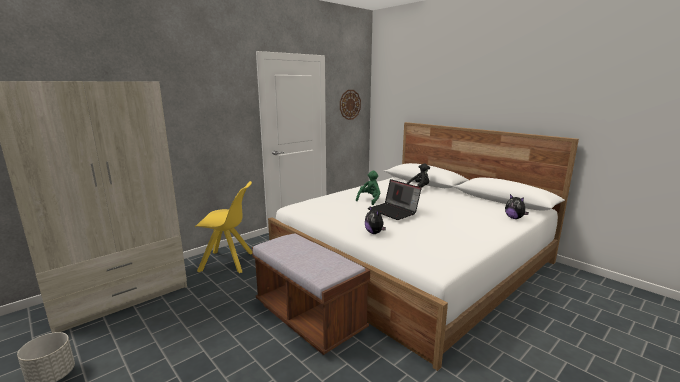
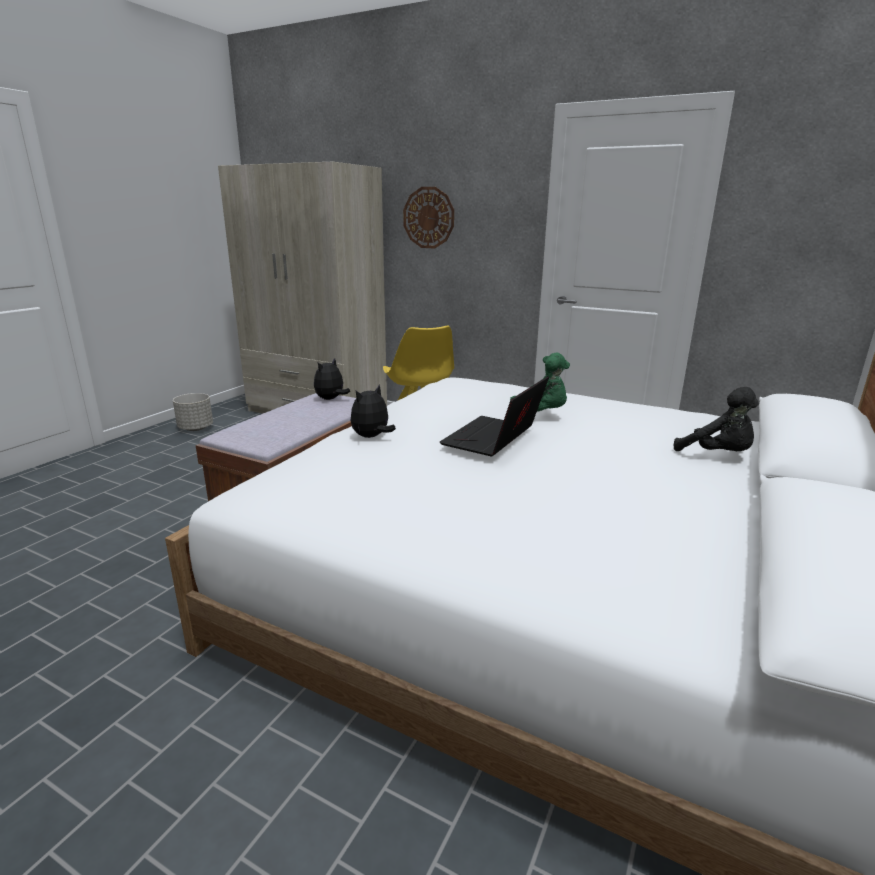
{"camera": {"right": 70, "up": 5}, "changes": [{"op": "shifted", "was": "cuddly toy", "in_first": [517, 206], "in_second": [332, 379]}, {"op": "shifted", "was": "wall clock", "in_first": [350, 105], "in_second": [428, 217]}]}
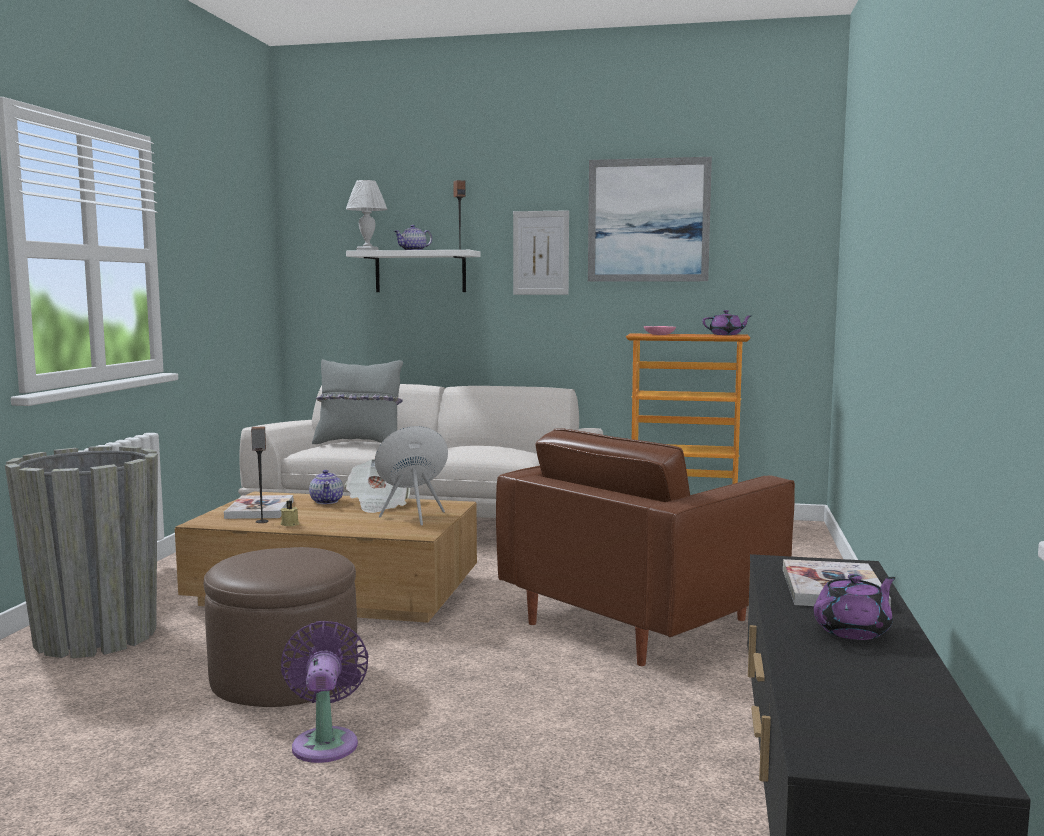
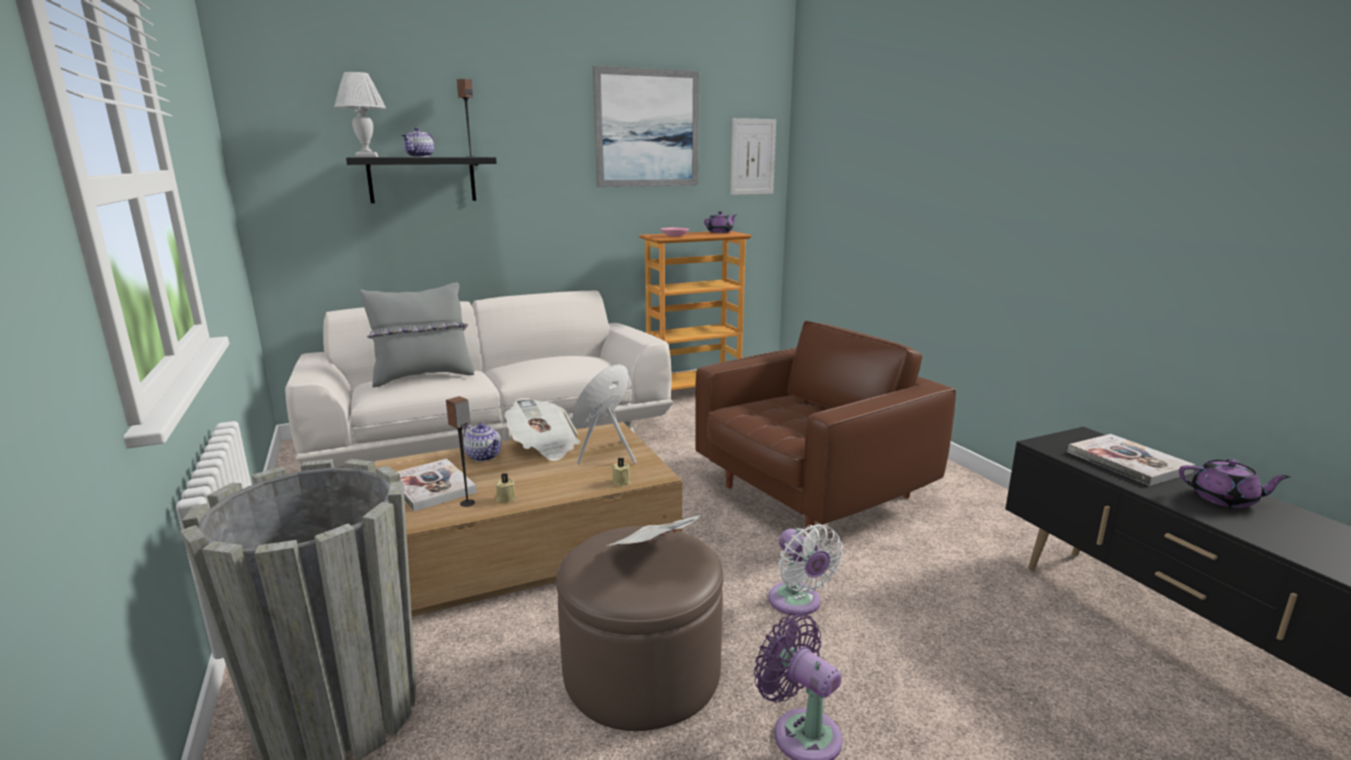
{"camera": {"right": -35, "up": 10}, "changes": [{"op": "repainted", "was": "white wall shelf", "now": "blackish wall shelf", "in_first": [413, 271], "in_second": [421, 180]}, {"op": "new", "now": "newspaper", "in_second": [658, 529]}, {"op": "new", "now": "beige-coloured wax candle", "in_second": [621, 472]}, {"op": "rotated", "was": "brown-coloured easy chair", "in_first": [645, 547], "in_second": [825, 428], "clockwise": -135}, {"op": "shifted", "was": "wall picture", "in_first": [541, 252], "in_second": [753, 156]}, {"op": "new", "now": "white electric fan", "in_second": [806, 570]}, {"op": "rotated", "was": "purplish pot for tea", "in_first": [854, 607], "in_second": [1235, 483], "clockwise": 90}]}
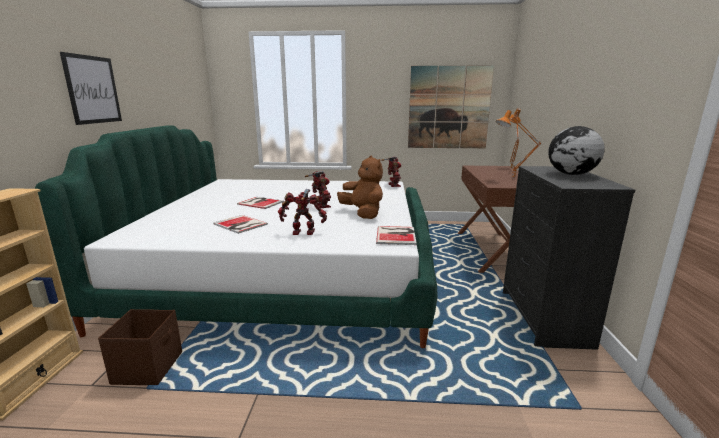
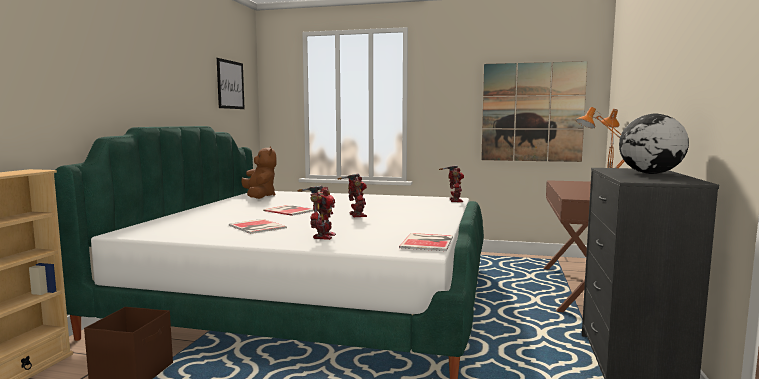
{"camera": {"right": 10, "up": -10}, "changes": [{"op": "shifted", "was": "wall picture", "in_first": [91, 88], "in_second": [231, 83]}, {"op": "shifted", "was": "brown-coloured cuddly toy", "in_first": [360, 187], "in_second": [259, 172]}, {"op": "rotated", "was": "robot figure", "in_first": [302, 212], "in_second": [316, 212], "clockwise": 90}]}
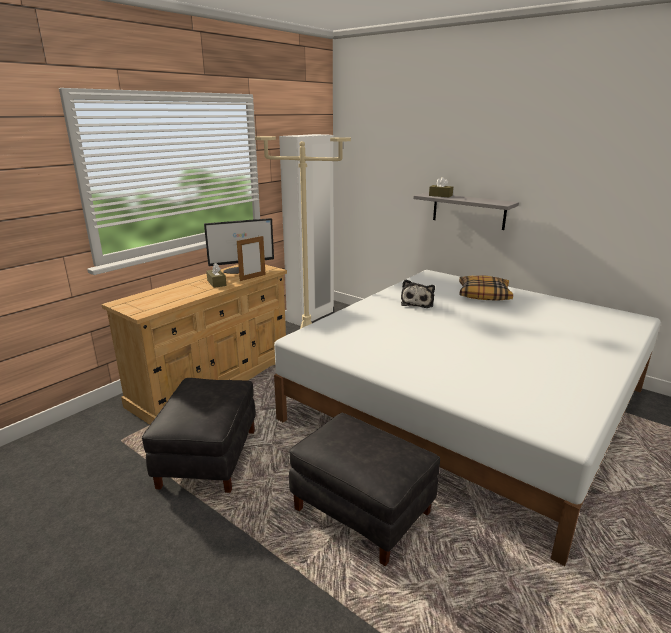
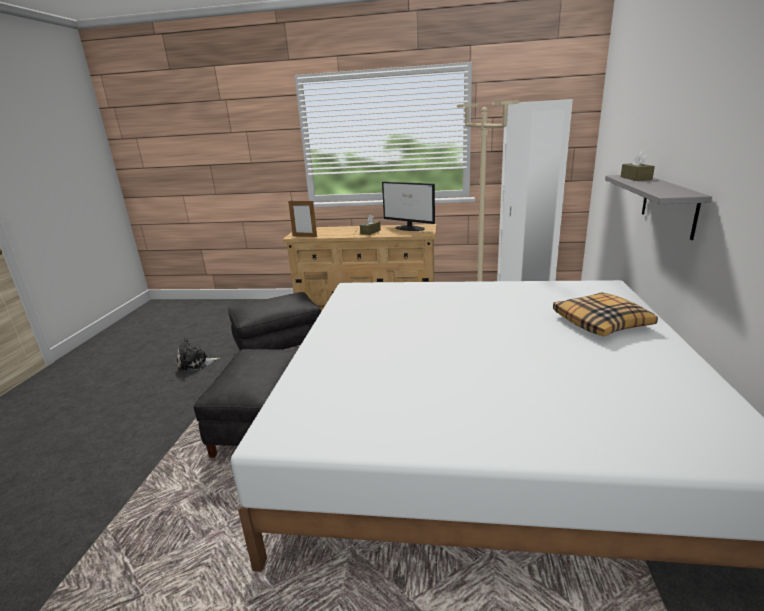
{"camera": {"right": 60, "up": 0}, "changes": [{"op": "shifted", "was": "cuddly toy", "in_first": [418, 293], "in_second": [198, 354]}, {"op": "shifted", "was": "picture frame", "in_first": [251, 258], "in_second": [302, 219]}]}
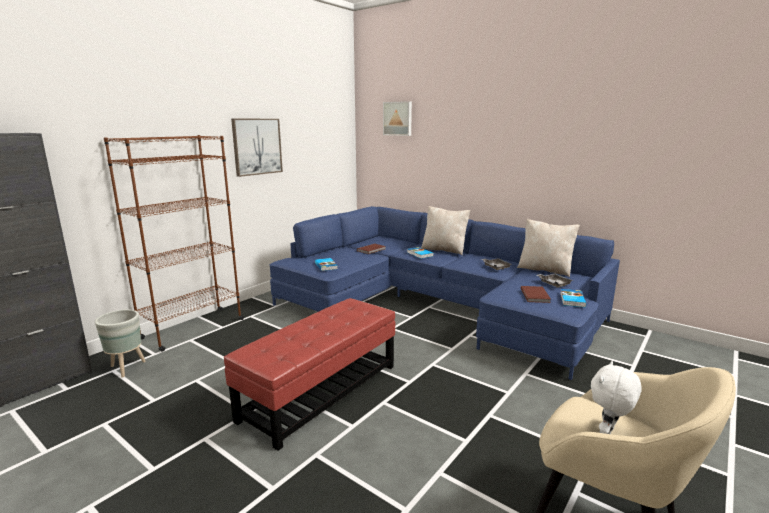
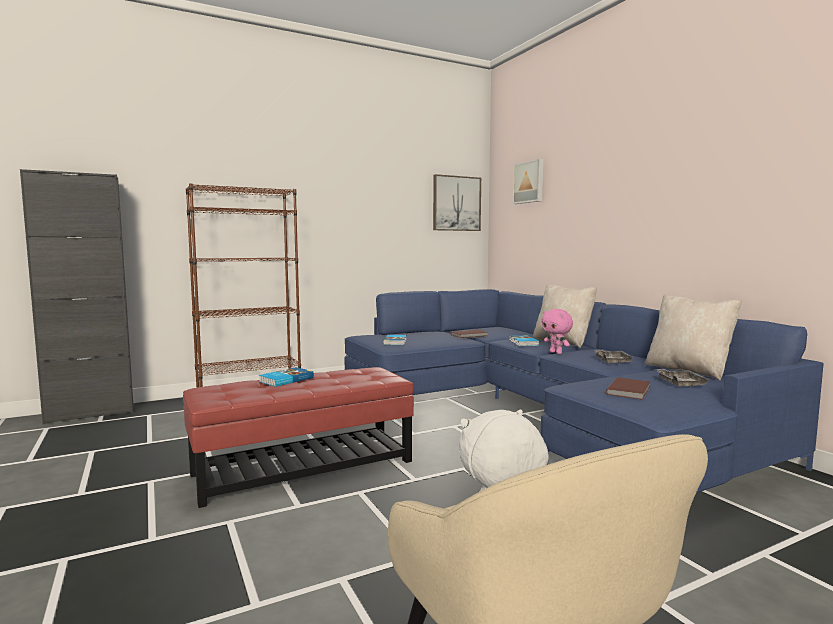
{"camera": {"right": 25, "up": -10}, "changes": [{"op": "shifted", "was": "volume", "in_first": [573, 298], "in_second": [286, 377]}, {"op": "shifted", "was": "wall picture", "in_first": [257, 148], "in_second": [457, 202]}, {"op": "new", "now": "pinkish cuddly toy", "in_second": [557, 331]}, {"op": "gone", "was": "greyish flower pot", "in_first": [120, 344]}]}
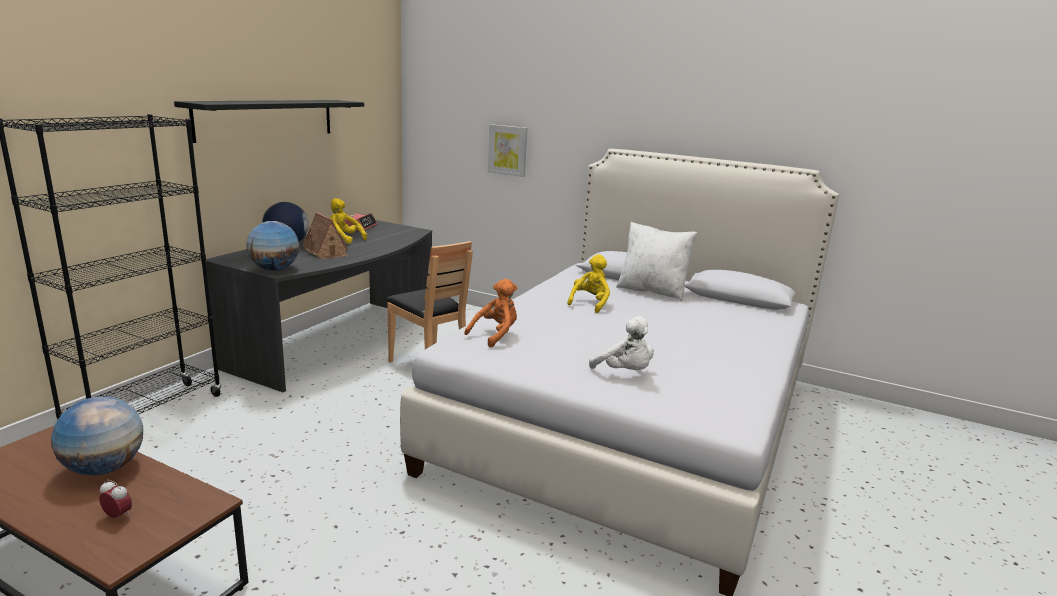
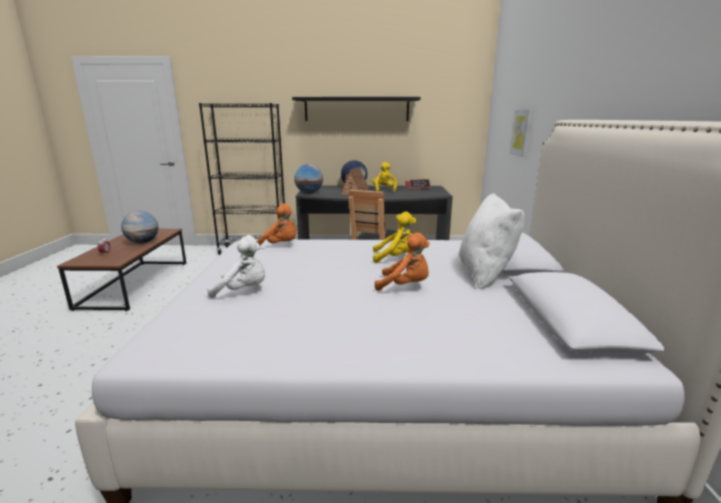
{"camera": {"right": 65, "up": 0}, "changes": [{"op": "rotated", "was": "white cuddly toy", "in_first": [621, 343], "in_second": [236, 266], "clockwise": -105}, {"op": "new", "now": "orange cuddly toy", "in_second": [402, 261]}]}
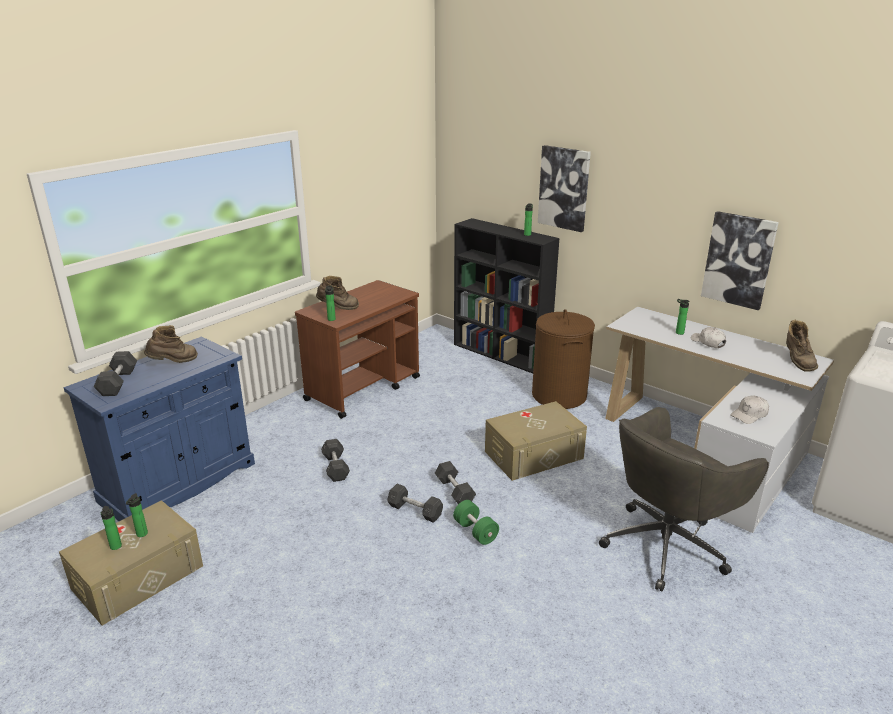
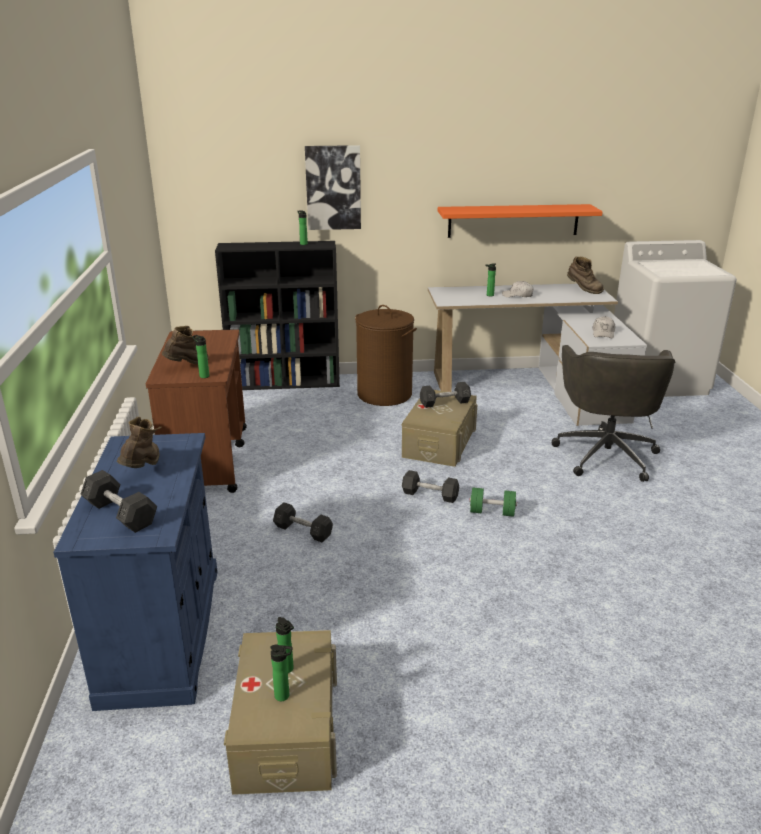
{"camera": {"right": -45, "up": 0}, "changes": [{"op": "shifted", "was": "greyish hand weight", "in_first": [415, 503], "in_second": [445, 395]}, {"op": "swapped", "was": "wall picture", "now": "orange wall shelf", "in_first": [740, 260], "in_second": [520, 221]}]}
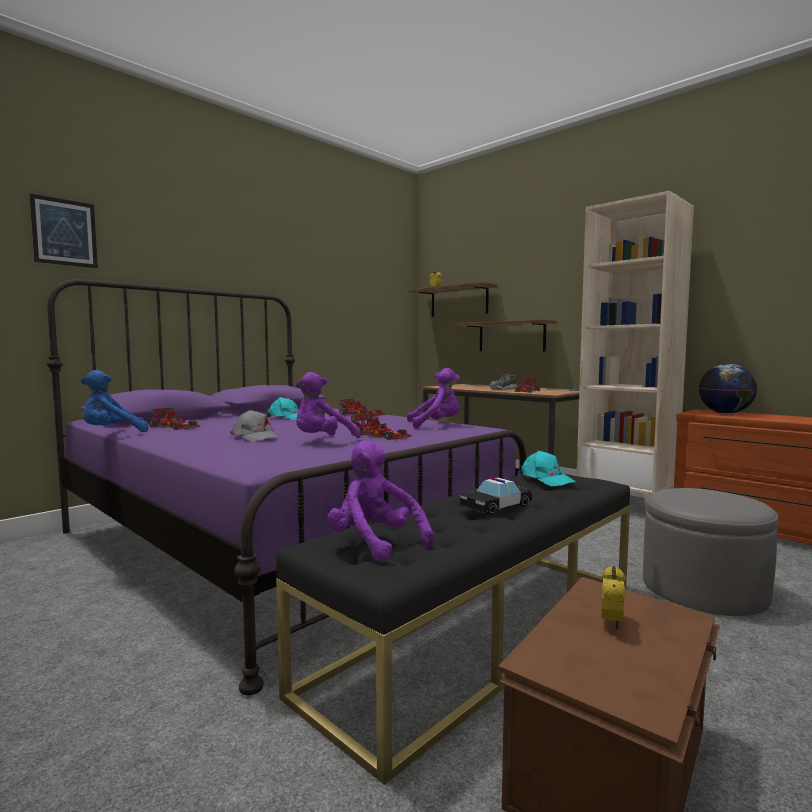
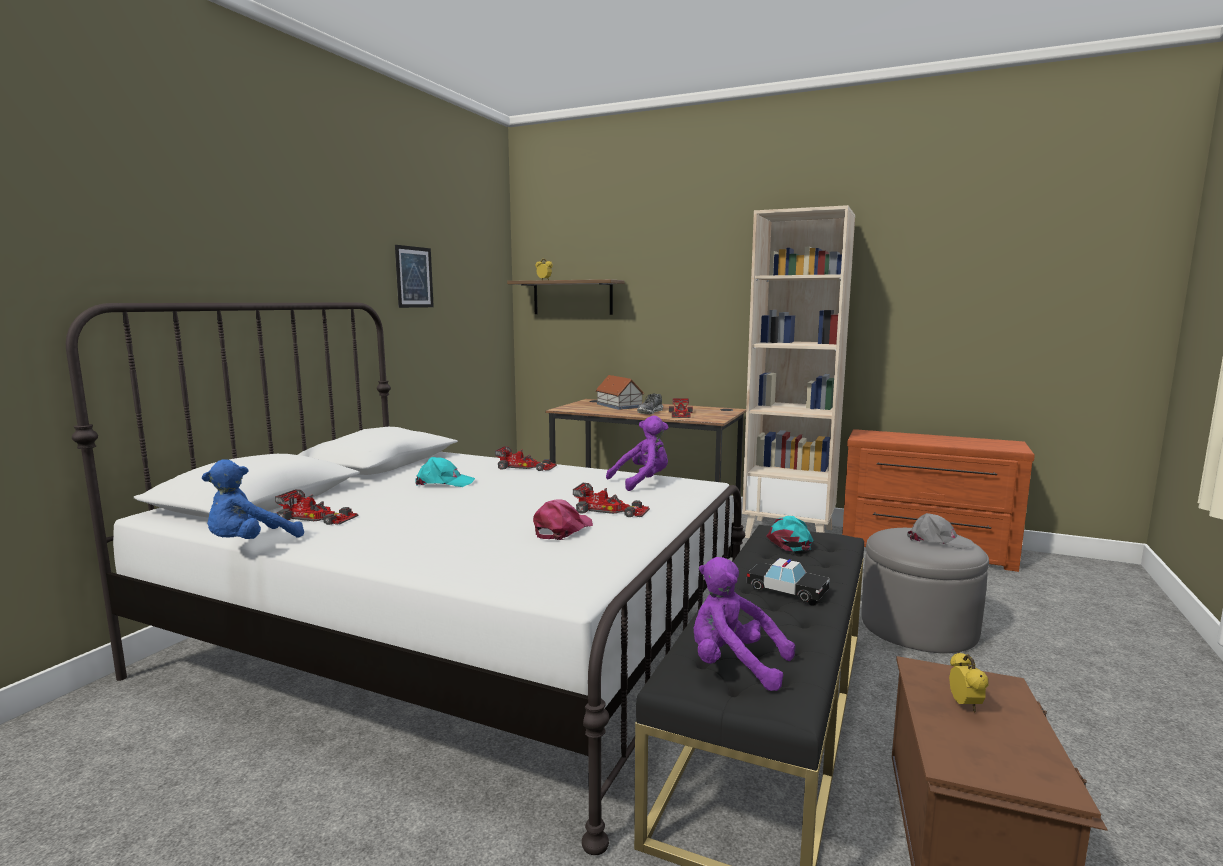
{"camera": {"right": -20, "up": 5}, "changes": [{"op": "repainted", "was": "purplish bed", "now": "white bed", "in_first": [286, 487], "in_second": [405, 579]}, {"op": "shifted", "was": "wall picture", "in_first": [64, 231], "in_second": [414, 276]}, {"op": "swapped", "was": "purplish cuddly toy", "now": "pinkish cap", "in_first": [328, 405], "in_second": [563, 519]}, {"op": "new", "now": "miniature house", "in_second": [619, 392]}, {"op": "rotated", "was": "miniature car", "in_first": [496, 496], "in_second": [788, 580], "clockwise": -90}, {"op": "rotated", "was": "blue-green cap", "in_first": [546, 468], "in_second": [790, 533], "clockwise": -120}, {"op": "shifted", "was": "greyish cap", "in_first": [254, 426], "in_second": [940, 531]}, {"op": "gone", "was": "wall shelf", "in_first": [506, 335]}, {"op": "gone", "was": "globe", "in_first": [728, 389]}]}
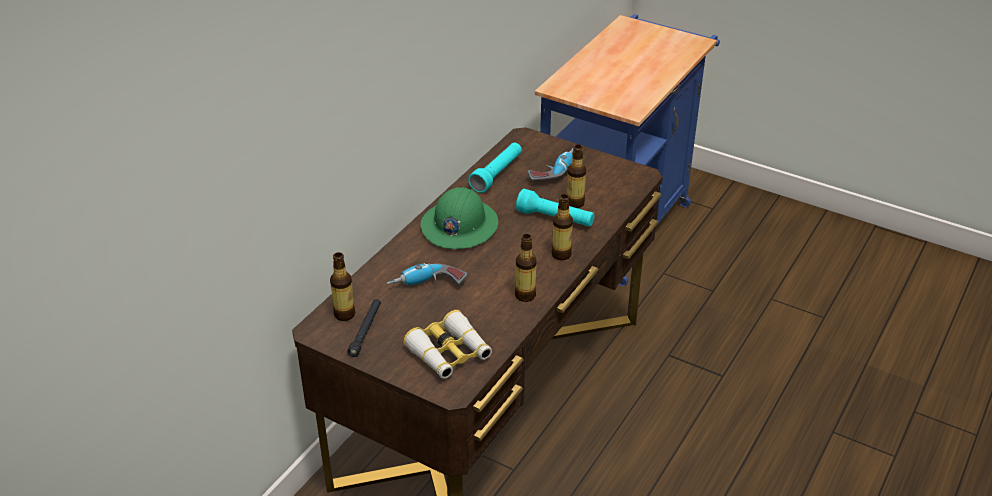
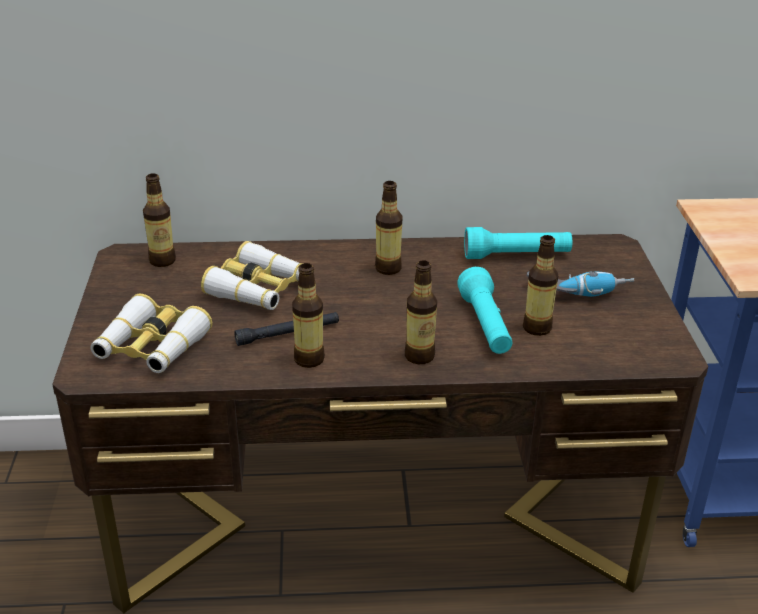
{"camera": {"right": 55, "up": -5}, "changes": [{"op": "swapped", "was": "power drill", "now": "pair of binoculars", "in_first": [427, 274], "in_second": [252, 275]}, {"op": "shifted", "was": "blackish hand torch", "in_first": [364, 328], "in_second": [286, 329]}, {"op": "swapped", "was": "green hard hat", "now": "beverage bottle", "in_first": [459, 218], "in_second": [388, 228]}]}
